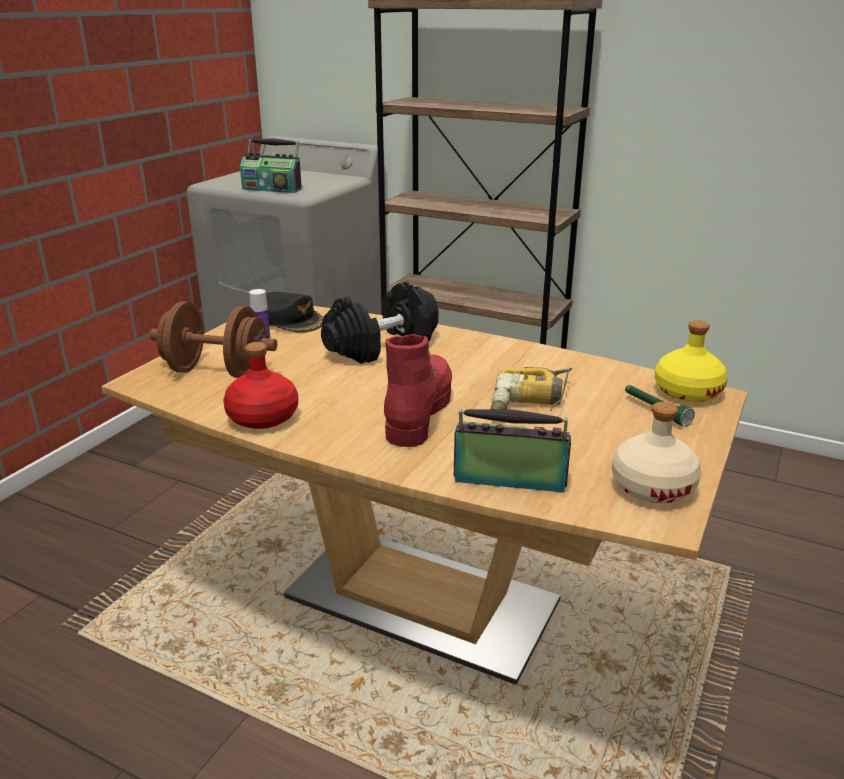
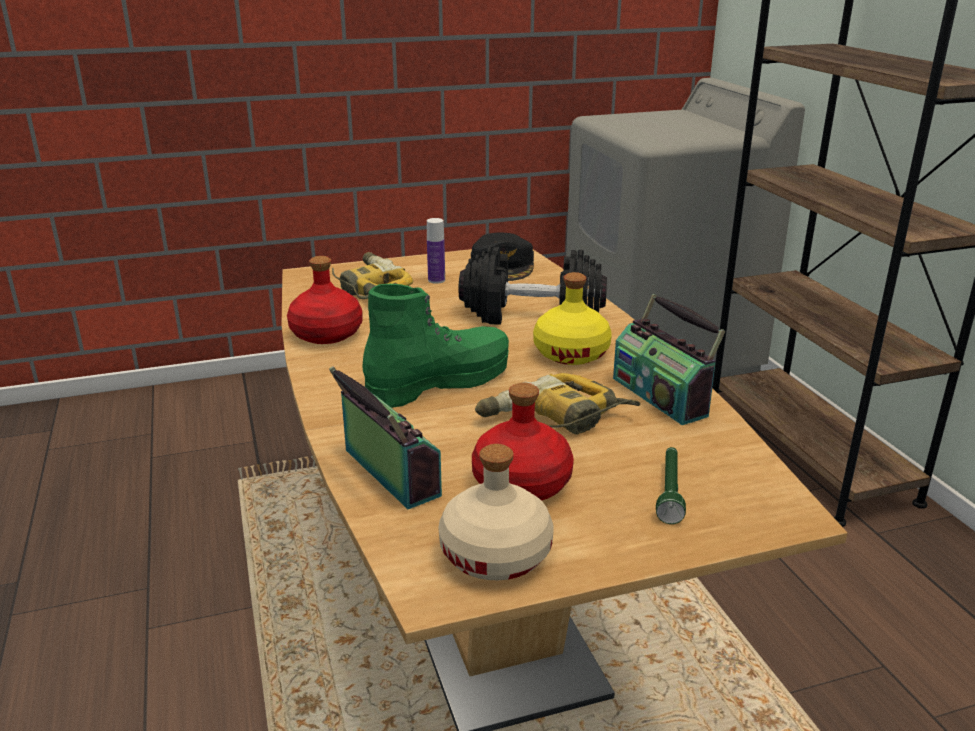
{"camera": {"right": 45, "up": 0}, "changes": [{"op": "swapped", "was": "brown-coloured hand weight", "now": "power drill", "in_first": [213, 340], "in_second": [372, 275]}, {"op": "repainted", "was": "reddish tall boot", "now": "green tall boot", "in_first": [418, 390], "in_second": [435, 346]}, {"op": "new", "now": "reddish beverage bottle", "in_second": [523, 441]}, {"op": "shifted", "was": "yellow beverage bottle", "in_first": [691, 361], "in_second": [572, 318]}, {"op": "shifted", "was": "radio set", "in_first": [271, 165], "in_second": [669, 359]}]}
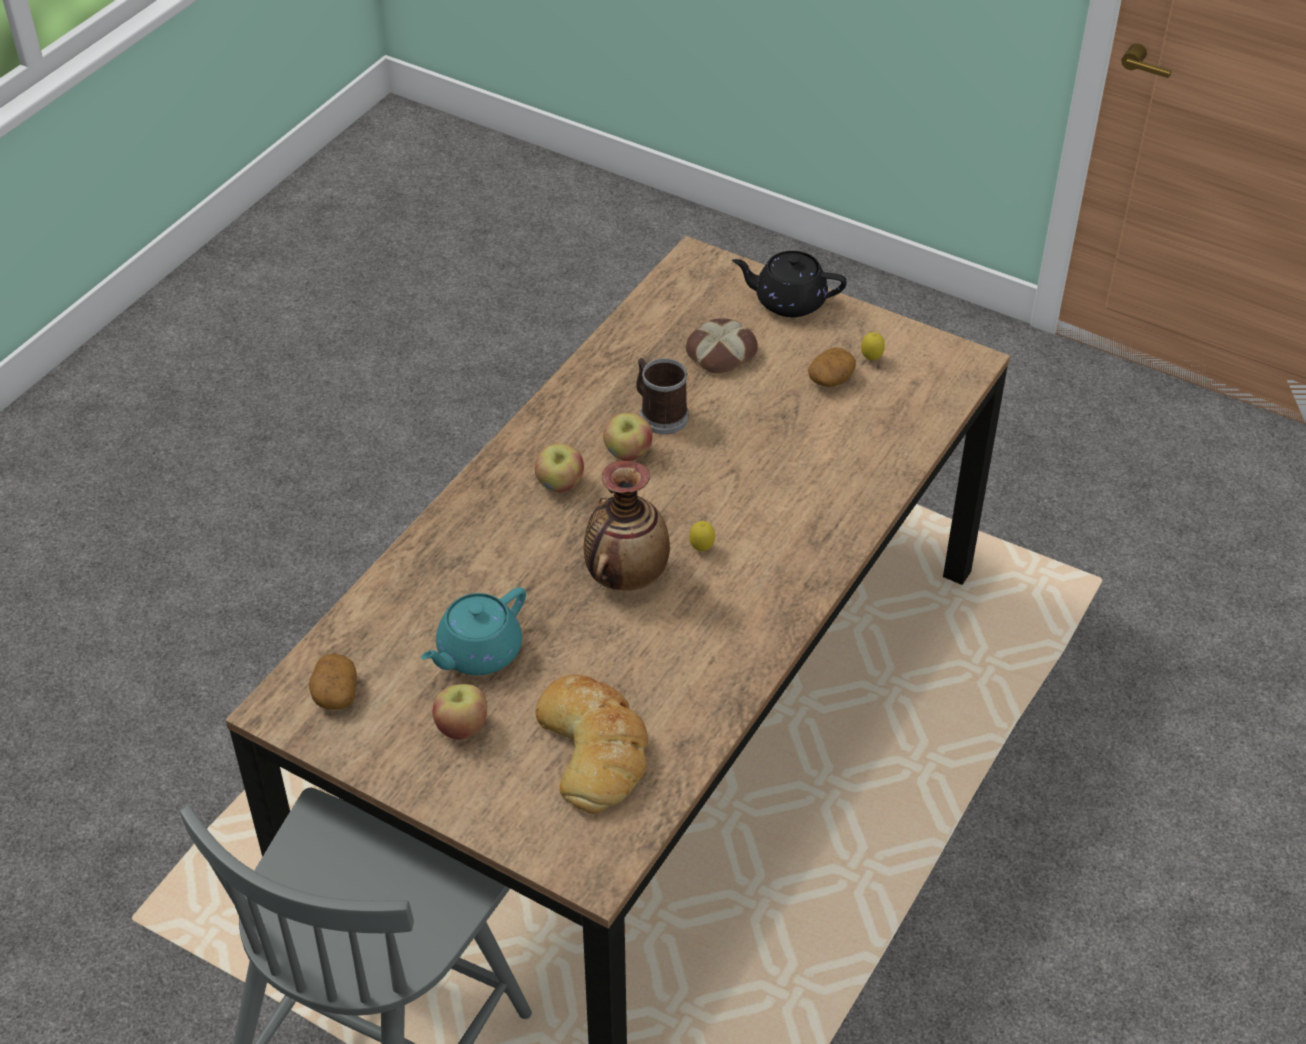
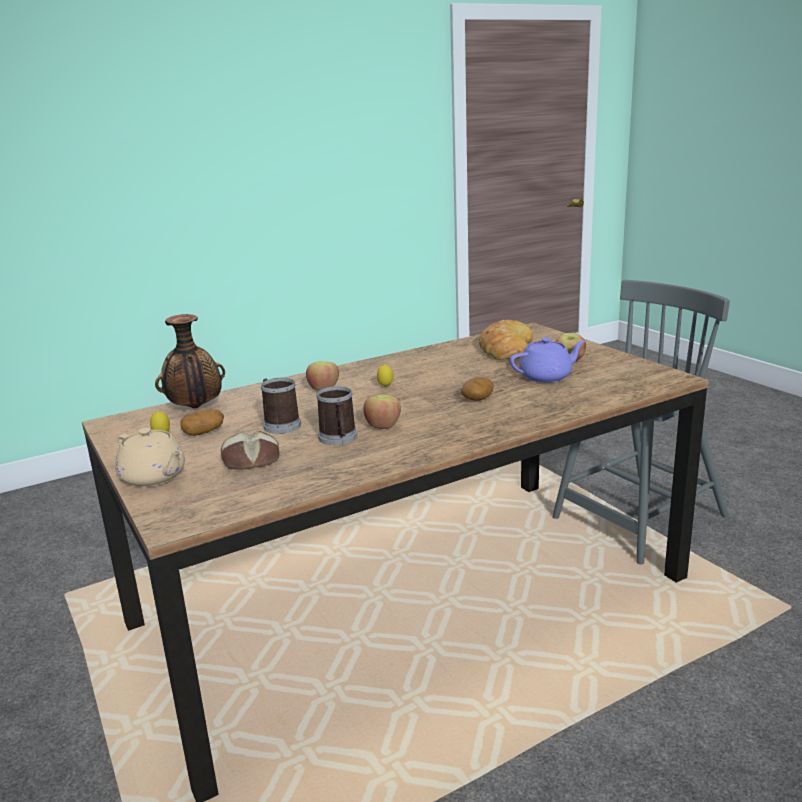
{"camera": {"right": -150, "up": -25}, "changes": [{"op": "repainted", "was": "blackish pot for tea", "now": "beige-coloured pot for tea", "in_first": [789, 284], "in_second": [150, 457]}, {"op": "shifted", "was": "decorative vase", "in_first": [627, 525], "in_second": [190, 361]}, {"op": "new", "now": "tea mug", "in_second": [281, 406]}, {"op": "shifted", "was": "whole apple", "in_first": [559, 468], "in_second": [322, 376]}, {"op": "shifted", "was": "spud", "in_first": [333, 682], "in_second": [477, 389]}, {"op": "repainted", "was": "blue-green pot for tea", "now": "purplish pot for tea", "in_first": [473, 631], "in_second": [548, 360]}]}
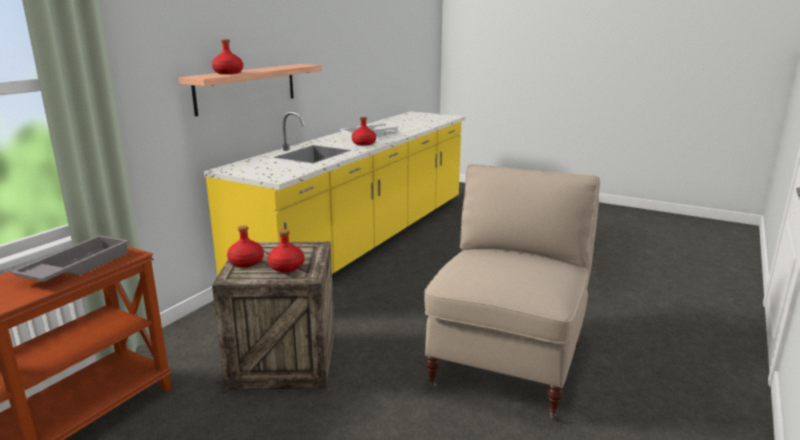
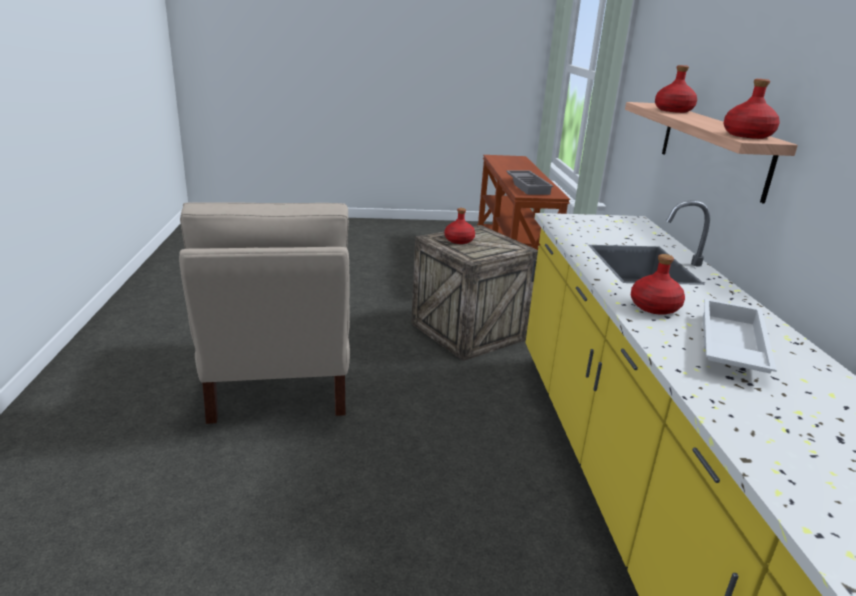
{"camera": {"right": 145, "up": 5}, "changes": [{"op": "shifted", "was": "reddish beverage bottle", "in_first": [245, 246], "in_second": [751, 109]}]}
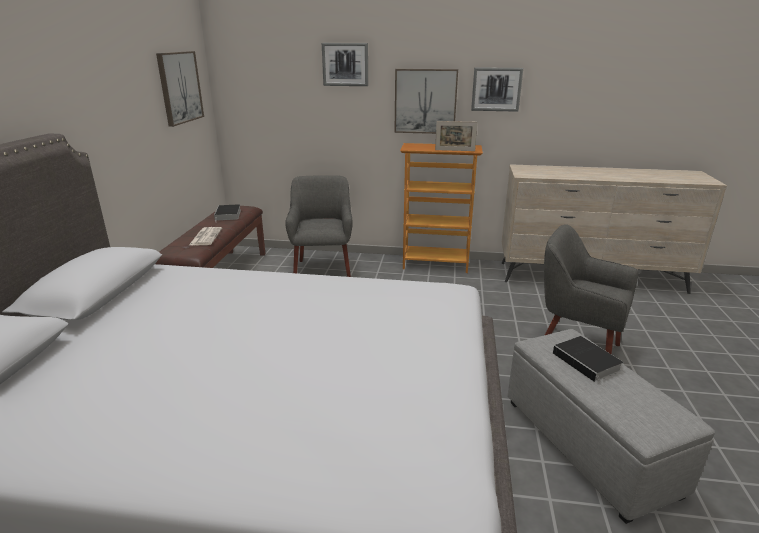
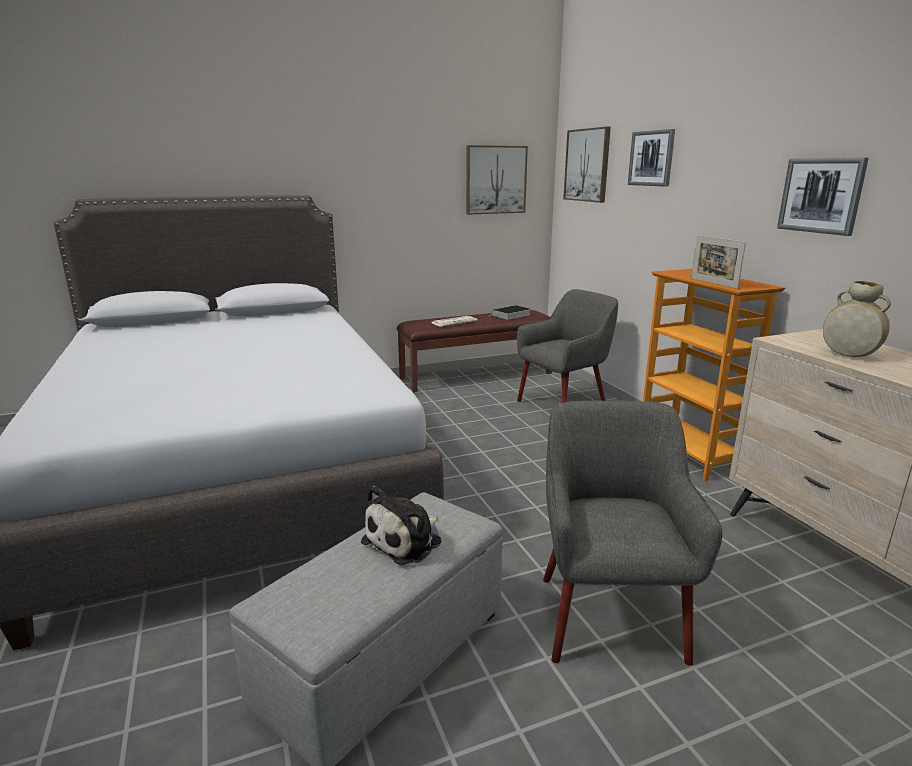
{"camera": {"right": 60, "up": -5}, "changes": [{"op": "swapped", "was": "volume", "now": "cuddly toy", "in_first": [588, 361], "in_second": [401, 525]}, {"op": "shifted", "was": "wall picture", "in_first": [426, 101], "in_second": [587, 165]}, {"op": "new", "now": "beige-coloured decorative vase", "in_second": [857, 319]}]}
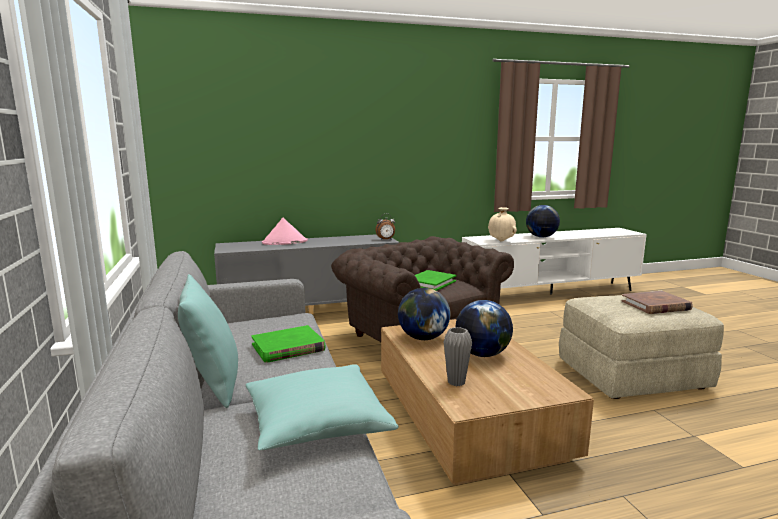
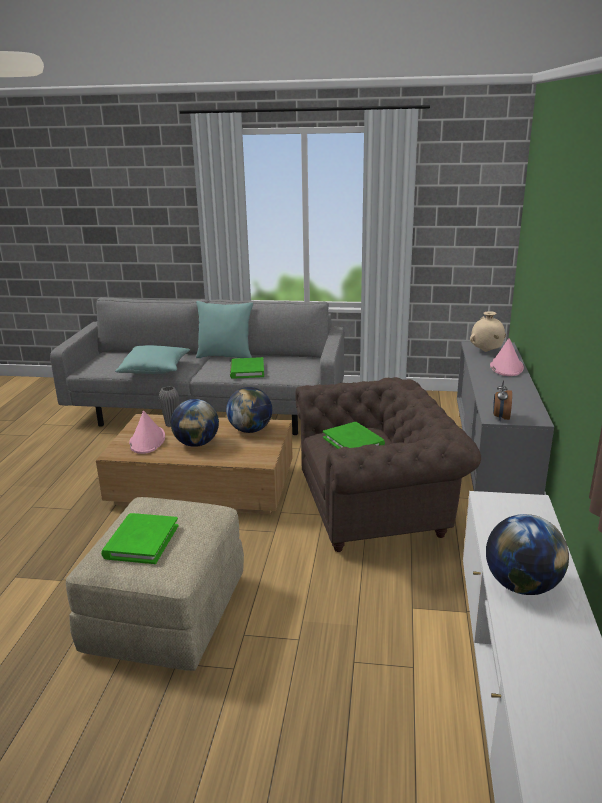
{"camera": {"right": 115, "up": 10}, "changes": [{"op": "repainted", "was": "brown-coloured volume", "now": "green volume", "in_first": [657, 302], "in_second": [139, 538]}, {"op": "new", "now": "pinkish hat", "in_second": [147, 432]}, {"op": "shifted", "was": "beige-coloured decorative vase", "in_first": [502, 224], "in_second": [488, 331]}]}
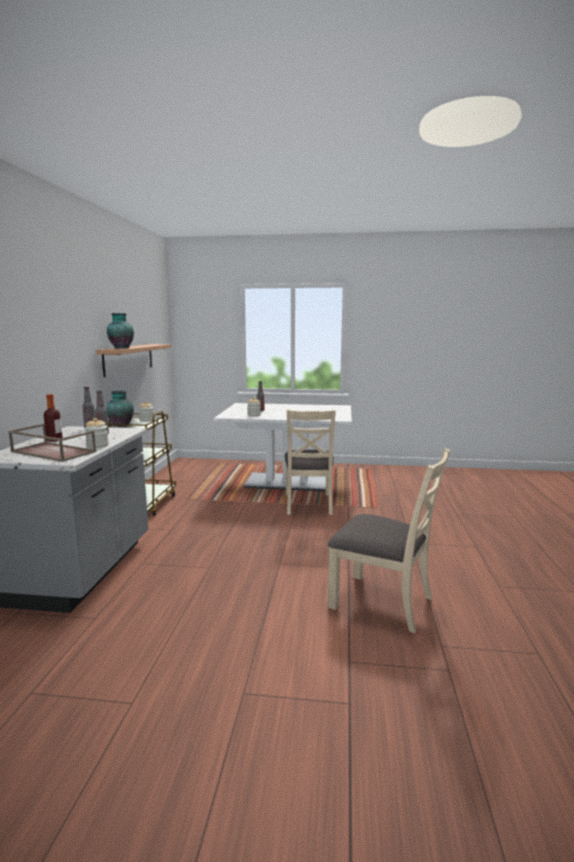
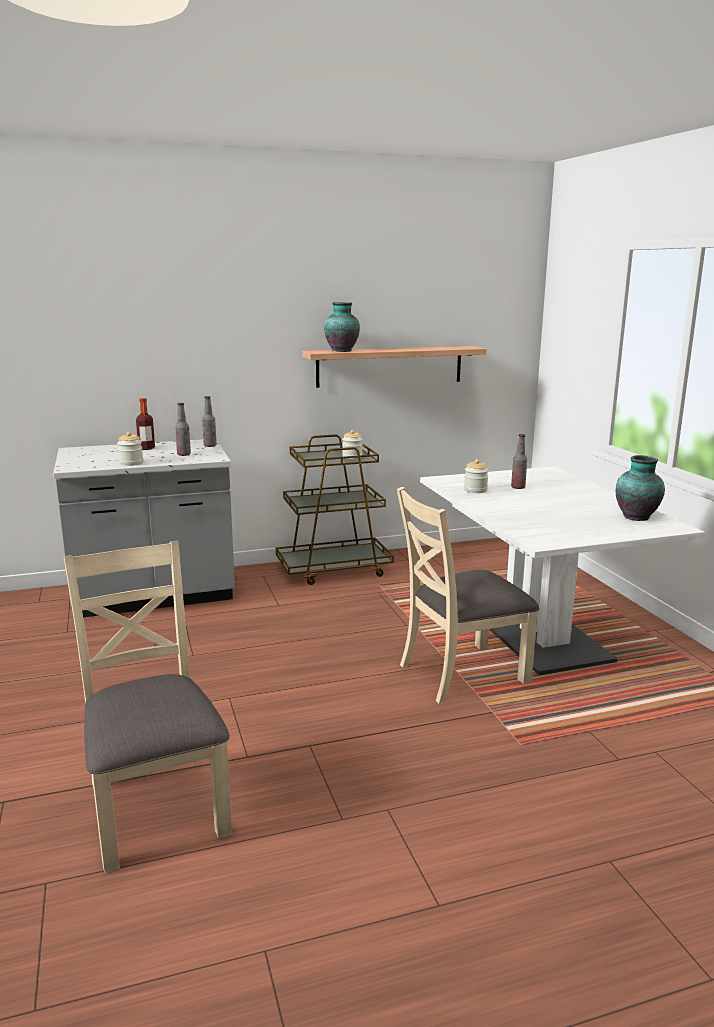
{"camera": {"right": 65, "up": 5}, "changes": [{"op": "rotated", "was": "beige-coloured upright chair", "in_first": [389, 540], "in_second": [148, 707], "clockwise": 150}, {"op": "shifted", "was": "decorative vase", "in_first": [120, 409], "in_second": [640, 488]}, {"op": "gone", "was": "brown-coloured carrying tray", "in_first": [52, 443]}]}
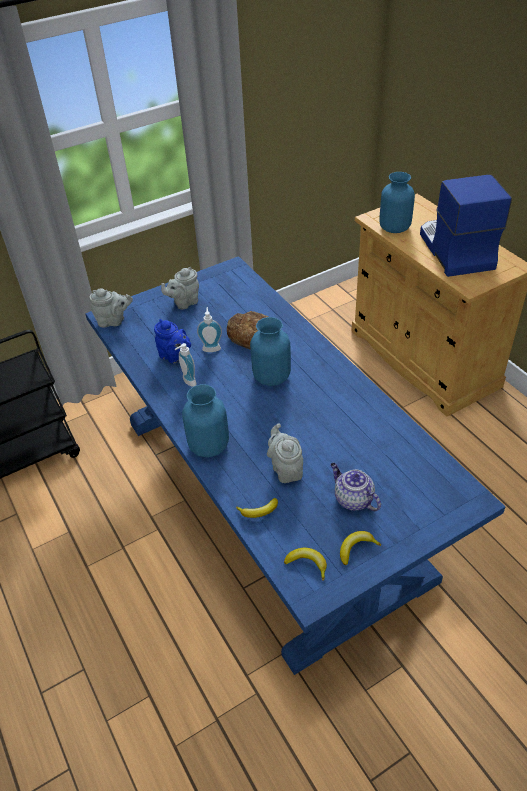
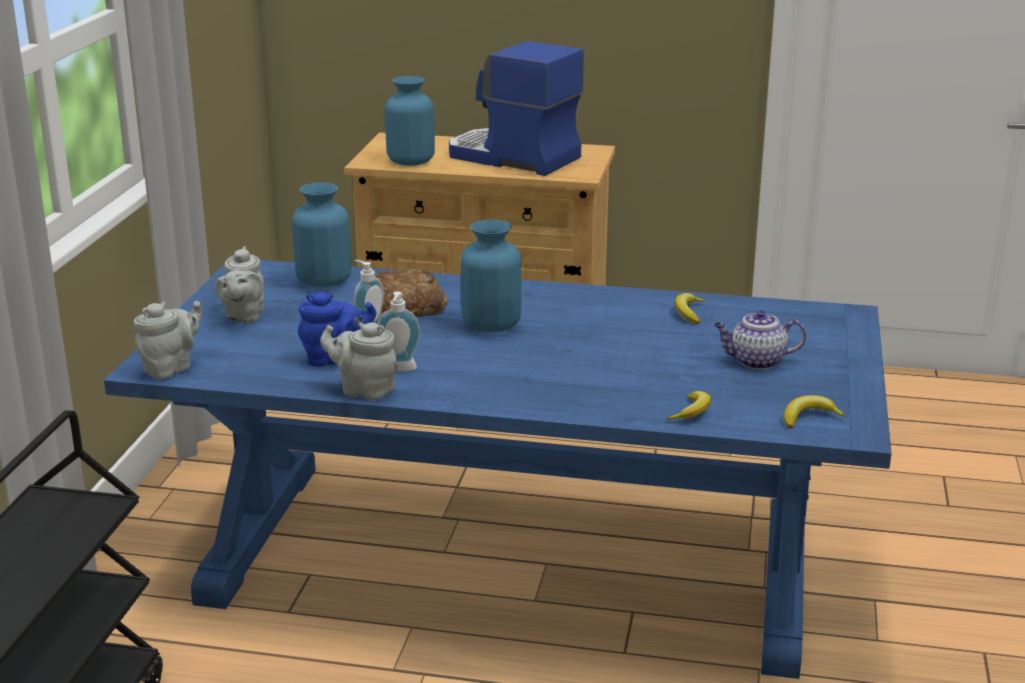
{"camera": {"right": -50, "up": -20}, "changes": [{"op": "shifted", "was": "blue-coloured decorative vase", "in_first": [205, 420], "in_second": [321, 235]}, {"op": "shifted", "was": "greyish pot for tea", "in_first": [285, 453], "in_second": [358, 361]}, {"op": "shifted", "was": "banana fruit", "in_first": [360, 548], "in_second": [690, 308]}]}
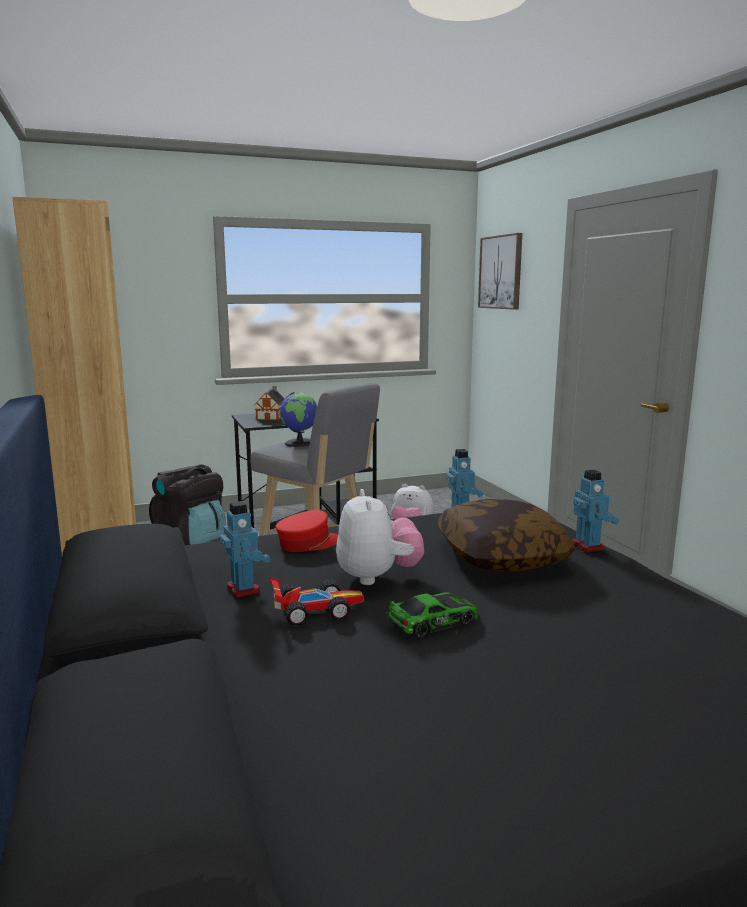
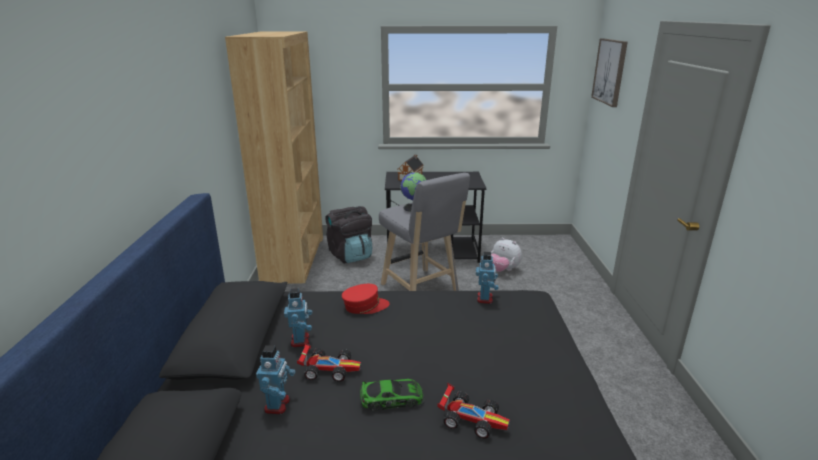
{"camera": {"right": 20, "up": 10}, "changes": [{"op": "shifted", "was": "robot figure", "in_first": [595, 511], "in_second": [276, 379]}, {"op": "new", "now": "miniature car", "in_second": [473, 411]}, {"op": "gone", "was": "cuddly toy", "in_first": [380, 537]}, {"op": "gone", "was": "cushion", "in_first": [506, 535]}]}
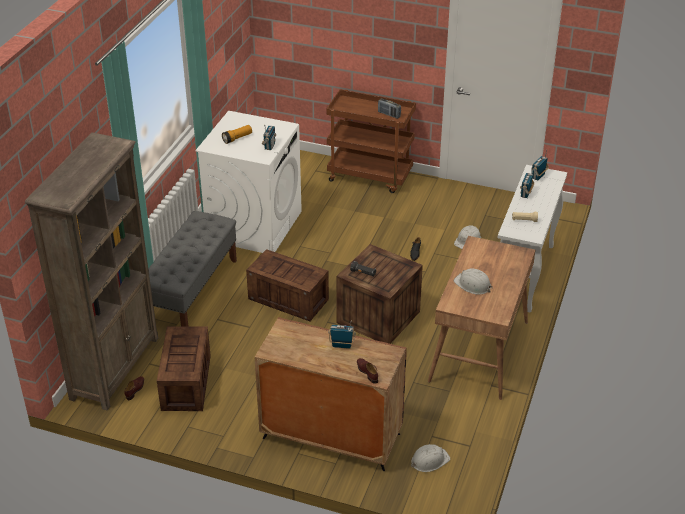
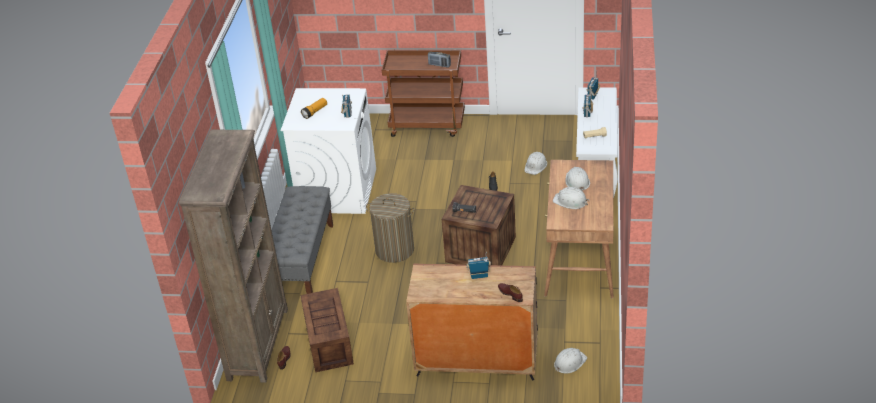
{"camera": {"right": -10, "up": 0}, "changes": [{"op": "swapped", "was": "packing crate", "now": "laundry basket", "in_first": [287, 285], "in_second": [390, 228]}, {"op": "new", "now": "white hard hat", "in_second": [577, 179]}]}
